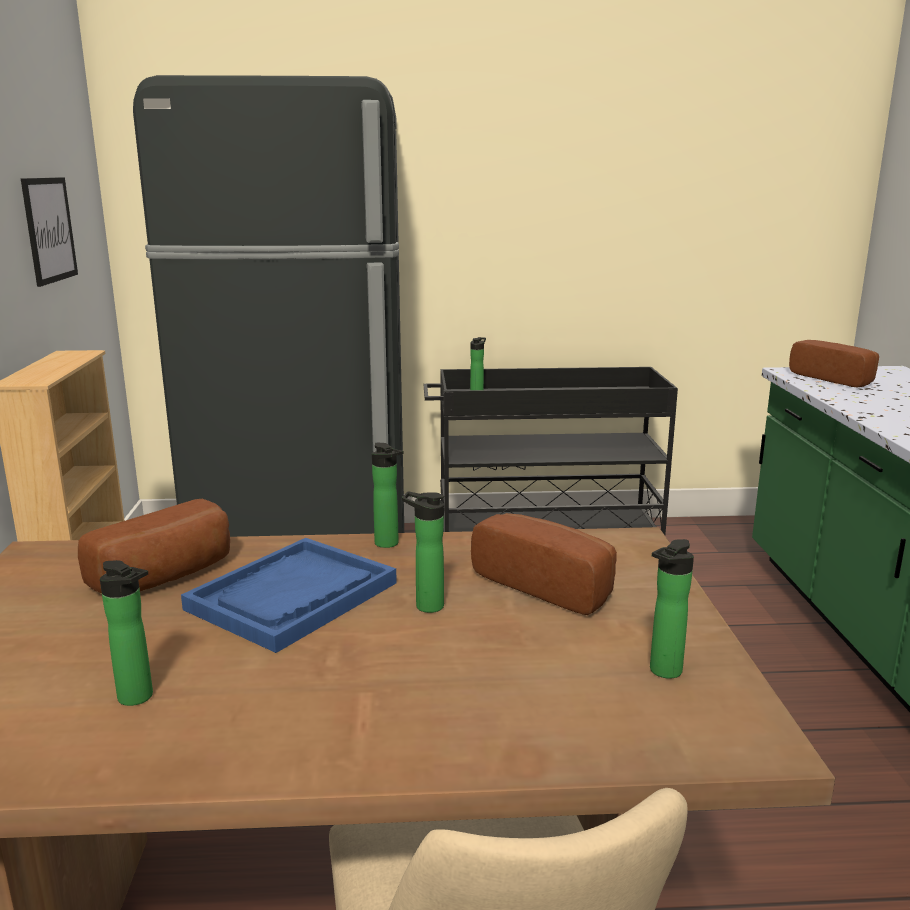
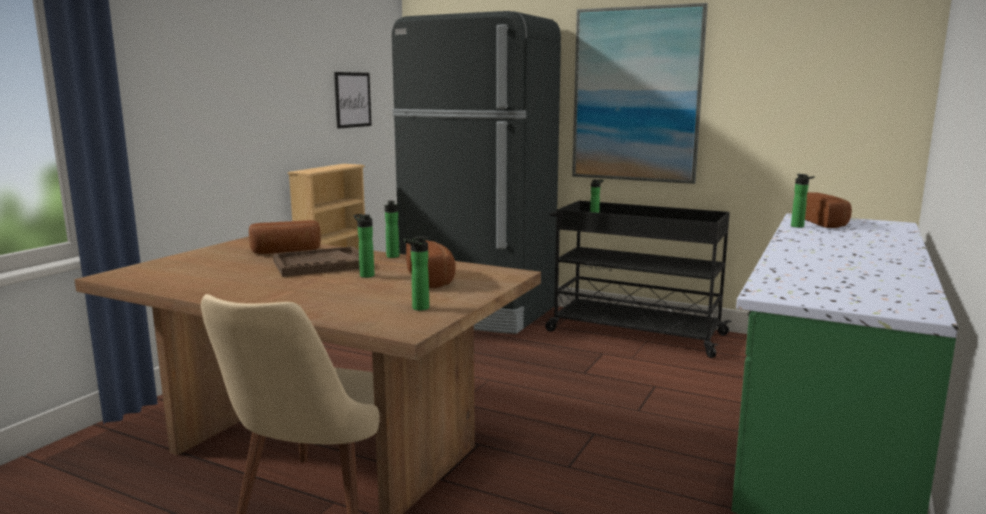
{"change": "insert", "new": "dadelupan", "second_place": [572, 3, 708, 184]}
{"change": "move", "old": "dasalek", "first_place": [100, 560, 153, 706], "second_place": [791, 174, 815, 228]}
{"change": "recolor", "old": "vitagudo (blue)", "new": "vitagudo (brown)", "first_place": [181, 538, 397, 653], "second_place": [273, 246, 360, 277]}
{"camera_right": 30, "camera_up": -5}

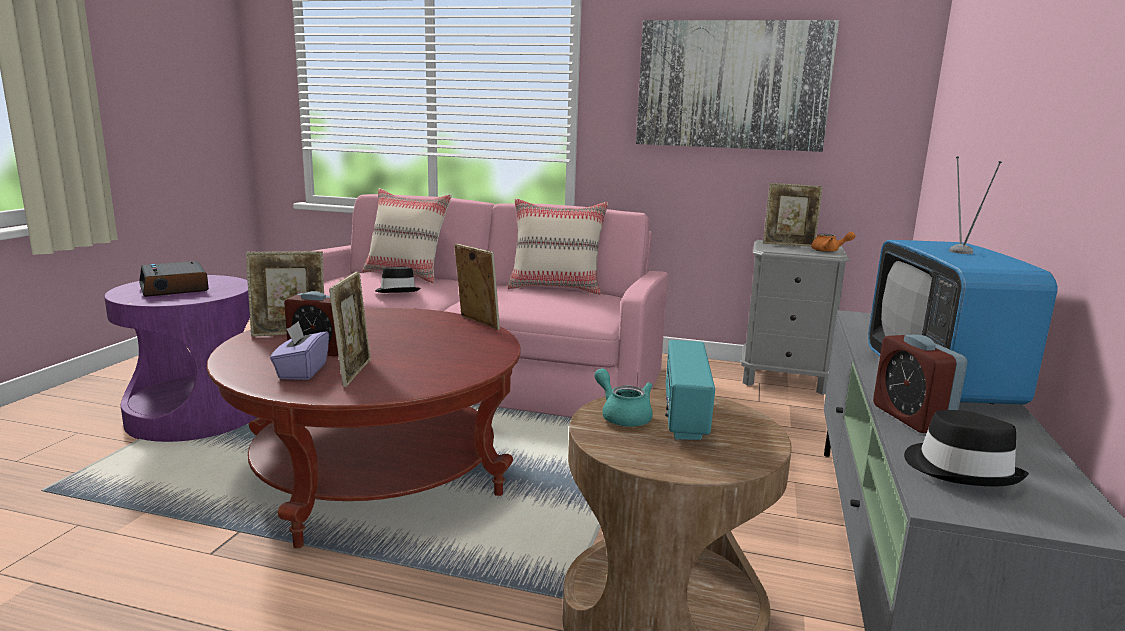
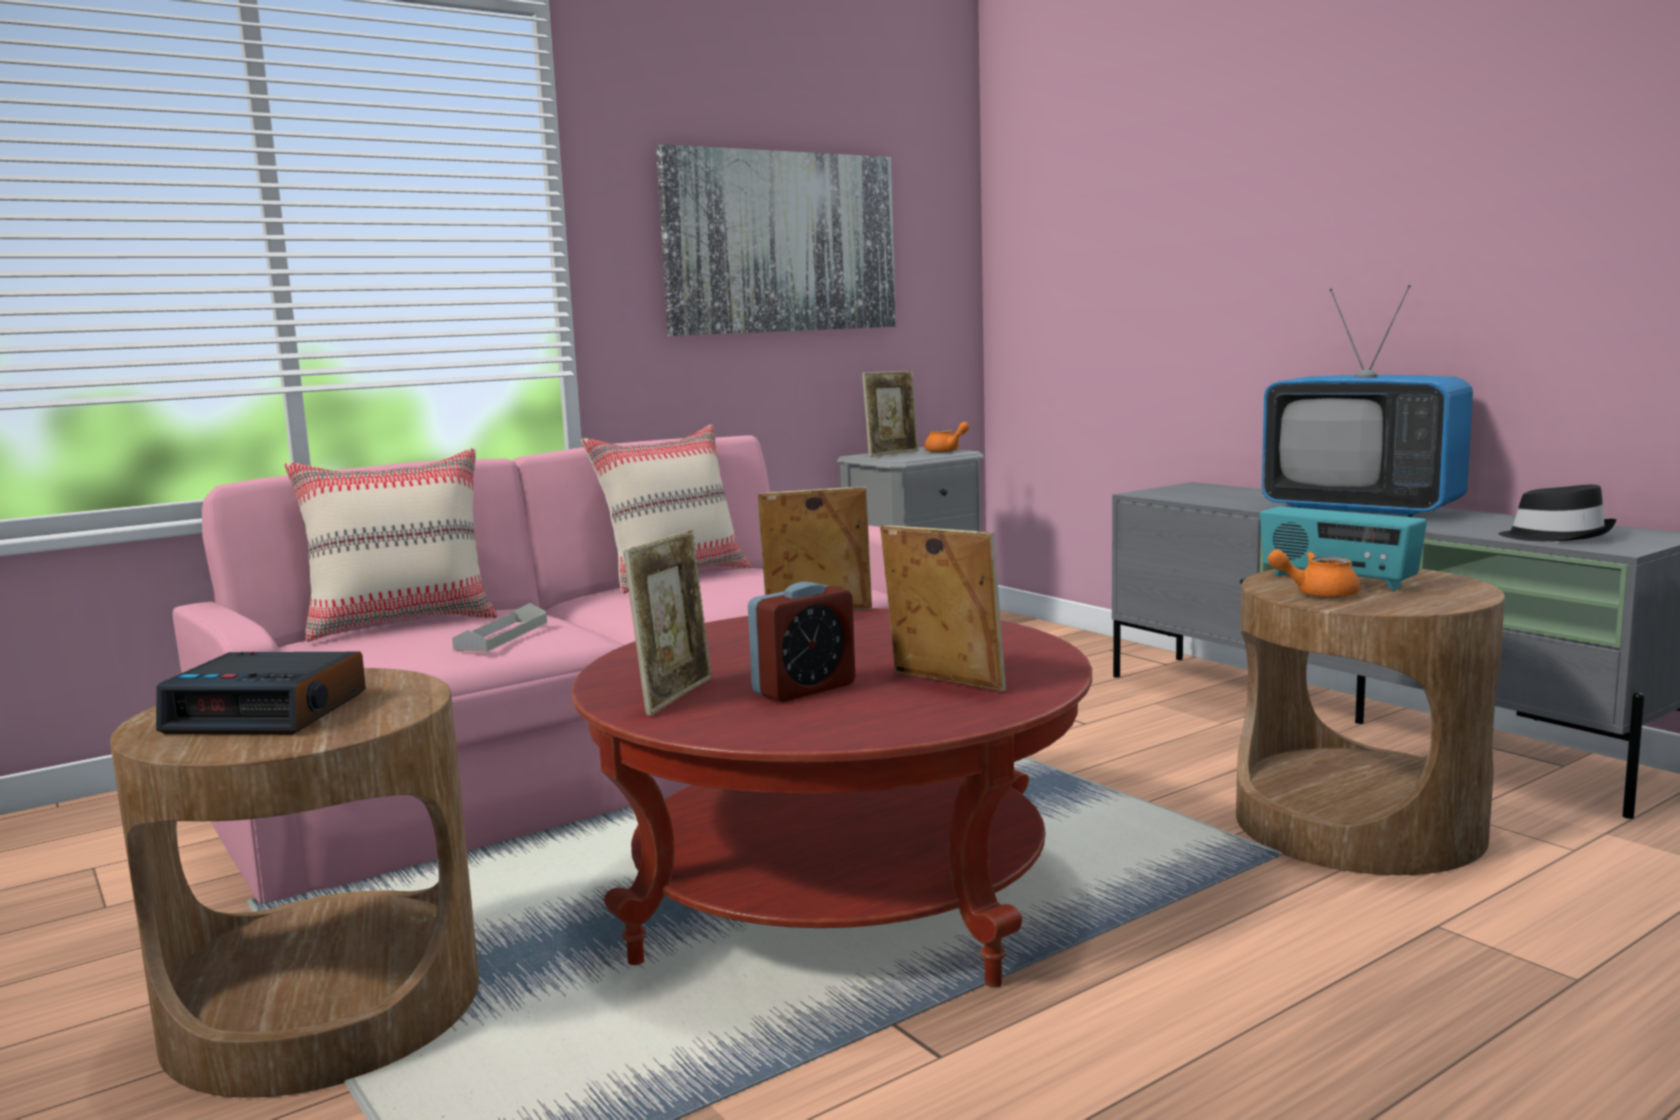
{"change": "delete", "old": "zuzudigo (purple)", "first_place": [270, 321, 329, 380]}
{"change": "delete", "old": "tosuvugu", "first_place": [873, 334, 967, 433]}
{"change": "replace", "old": "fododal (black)", "new": "vitagudo (grey)", "first_place": [375, 267, 420, 293], "second_place": [452, 603, 547, 652]}
{"change": "recolor", "old": "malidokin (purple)", "new": "malidokin (brown)", "first_place": [104, 275, 257, 442], "second_place": [110, 668, 479, 1098]}
{"change": "recolor", "old": "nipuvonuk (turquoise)", "new": "nipuvonuk (orange)", "first_place": [594, 368, 653, 427], "second_place": [1267, 549, 1360, 598]}
{"camera_right": -50, "camera_up": -5}

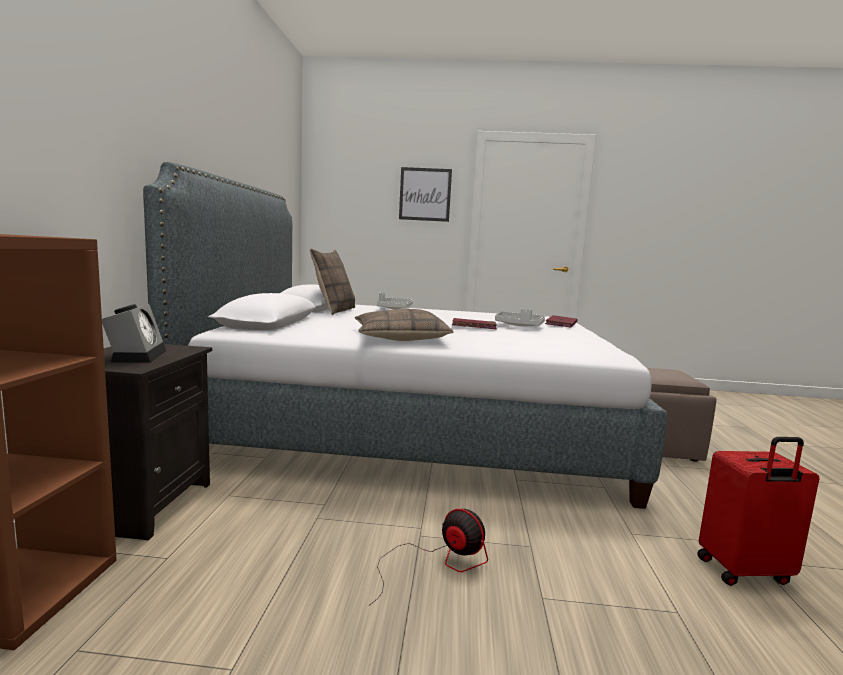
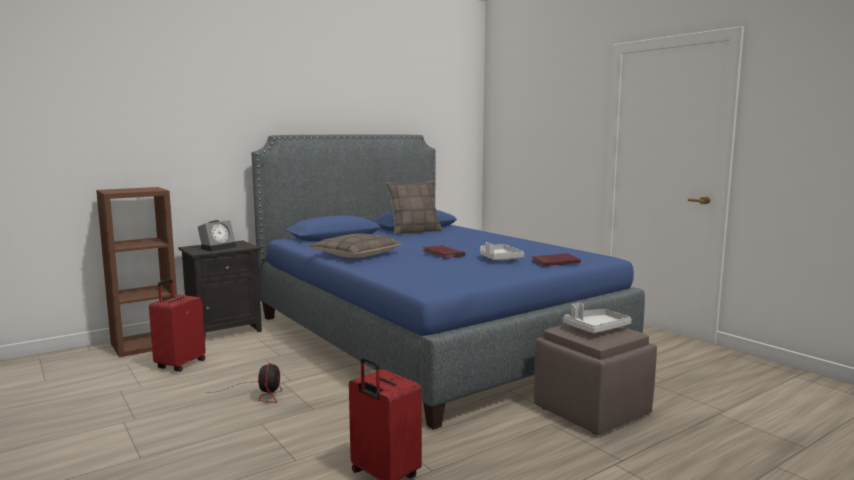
{"change": "delete", "old": "dadelupan", "first_place": [399, 167, 452, 222]}
{"change": "insert", "new": "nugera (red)", "second_place": [149, 279, 206, 372]}
{"change": "move", "old": "vitagudo (grey)", "first_place": [377, 292, 413, 309], "second_place": [563, 303, 631, 333]}
{"change": "recolor", "old": "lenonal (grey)", "new": "lenonal (blue)", "first_place": [143, 162, 667, 509], "second_place": [252, 134, 645, 430]}
{"camera_right": 50, "camera_up": 0}

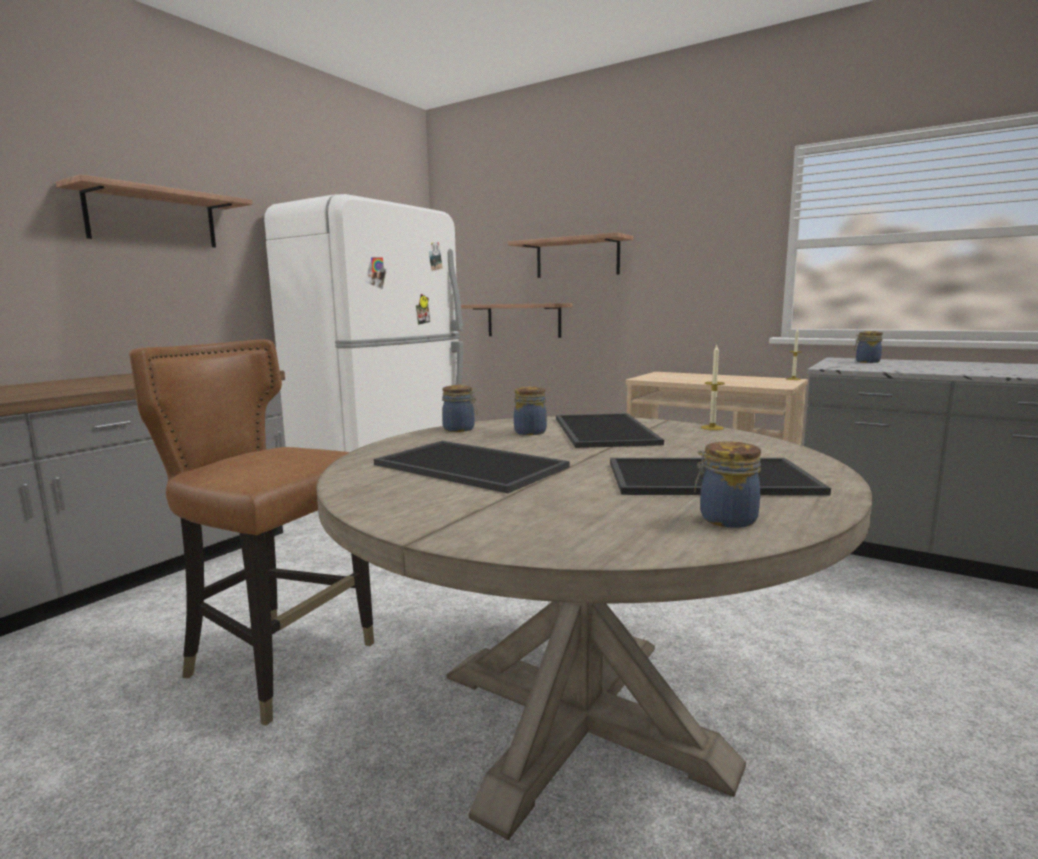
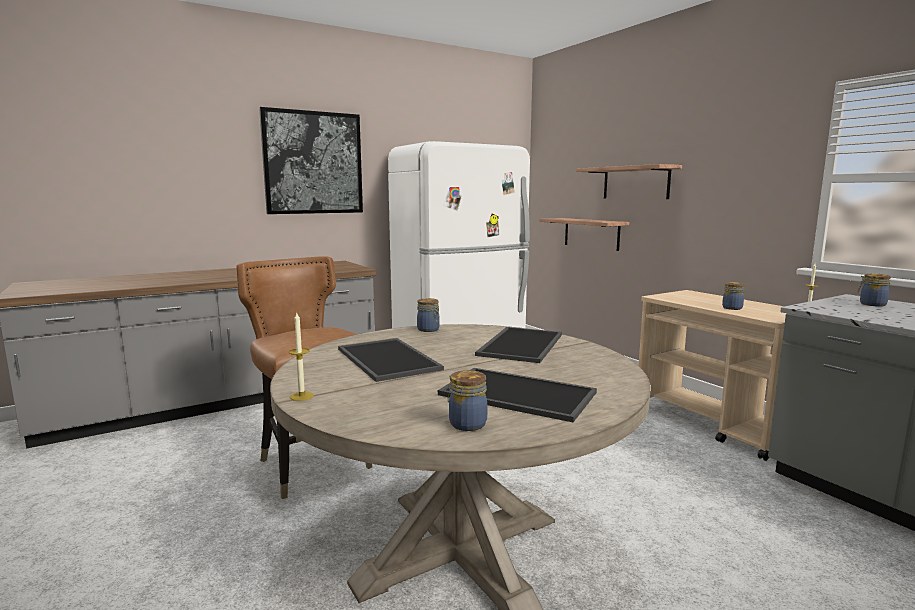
{"change": "move", "old": "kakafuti", "first_place": [514, 386, 547, 435], "second_place": [722, 282, 745, 310]}
{"change": "move", "old": "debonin", "first_place": [701, 345, 725, 430], "second_place": [289, 313, 314, 401]}
{"change": "replace", "old": "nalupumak", "new": "dadelupan", "first_place": [56, 174, 252, 248], "second_place": [259, 107, 363, 214]}
{"camera_right": 25, "camera_up": 0}

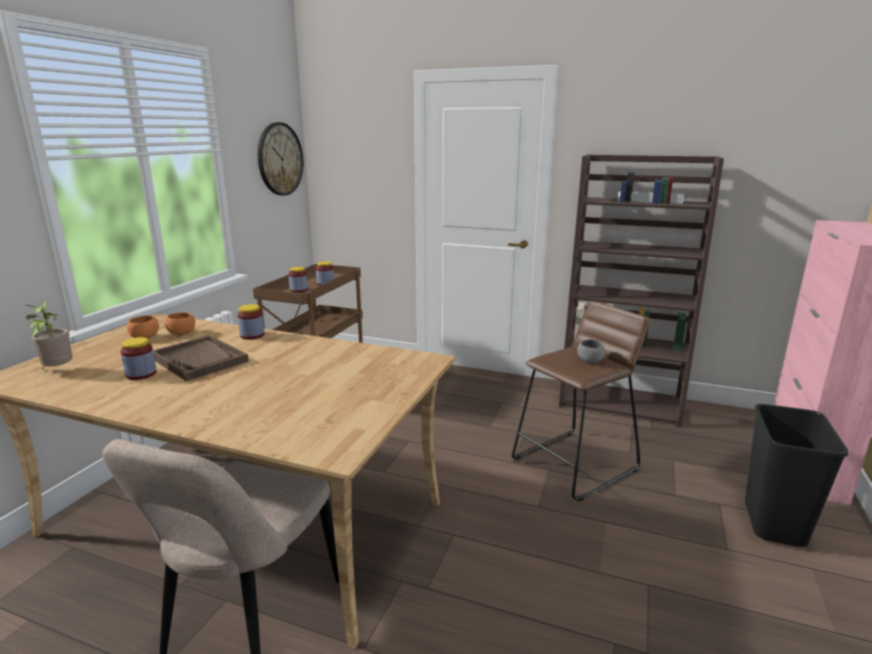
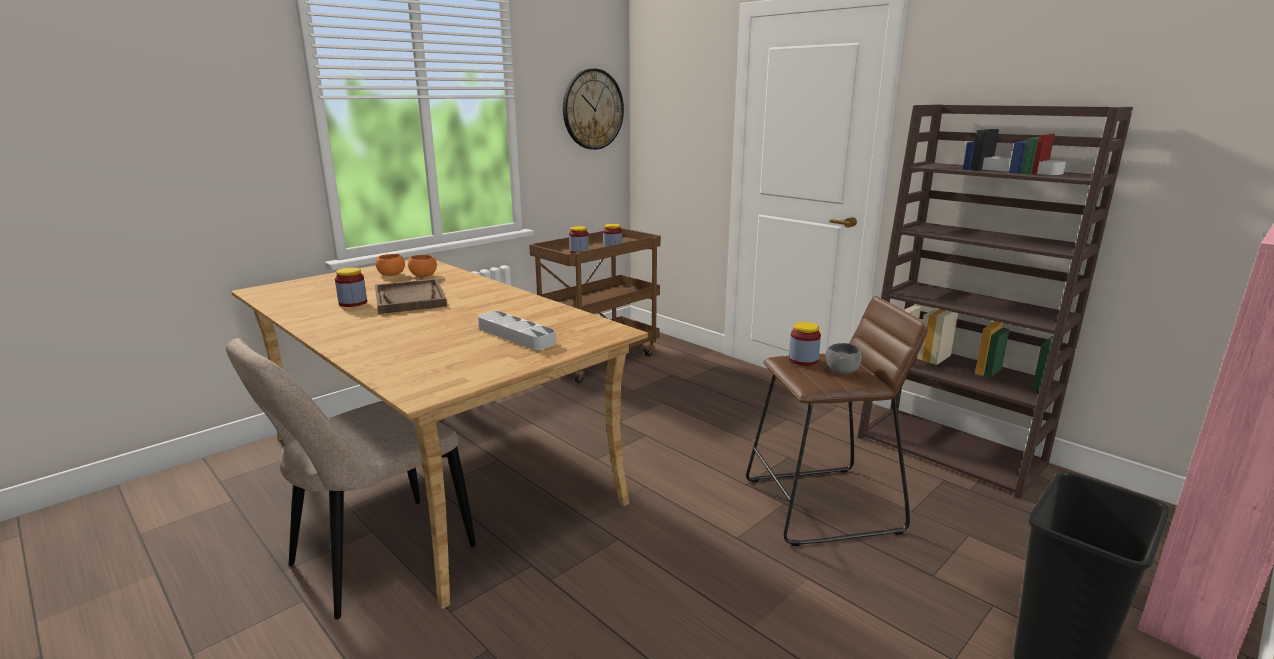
{"change": "delete", "old": "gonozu", "first_place": [26, 301, 73, 369]}
{"change": "insert", "new": "vitagudo (grey)", "second_place": [478, 311, 556, 350]}
{"change": "move", "old": "kakafuti", "first_place": [237, 304, 265, 340], "second_place": [789, 322, 821, 366]}
{"camera_right": 25, "camera_up": 0}

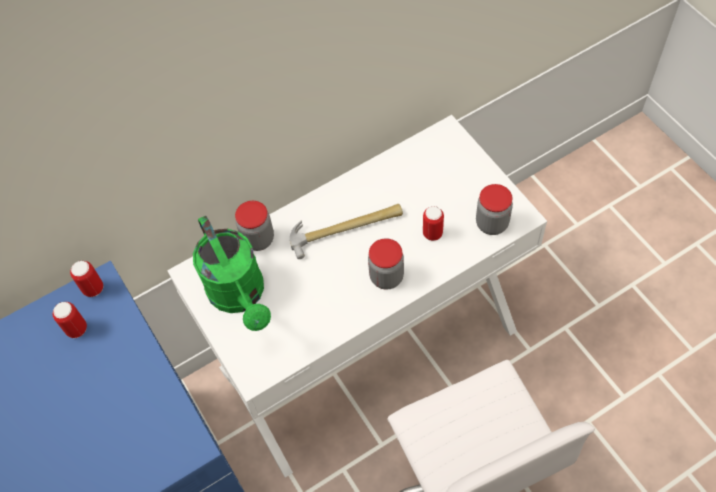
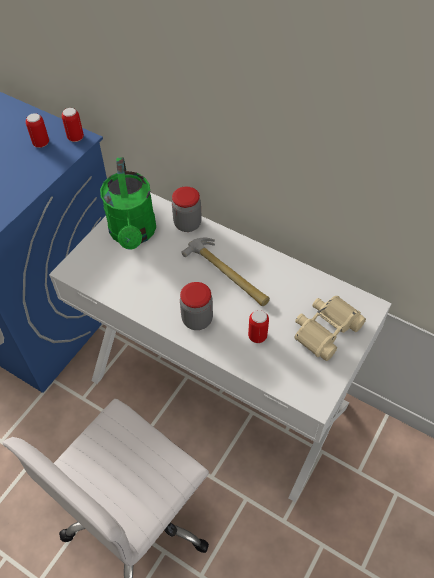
{"change": "delete", "old": "kakafuti", "first_place": [476, 184, 513, 235]}
{"change": "insert", "new": "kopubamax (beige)", "second_place": [294, 296, 366, 361]}
{"change": "rotate", "old": "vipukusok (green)", "first_place": [193, 216, 271, 331], "second_place": [100, 157, 156, 250], "degrees": -45}
{"camera_right": 60, "camera_up": -5}

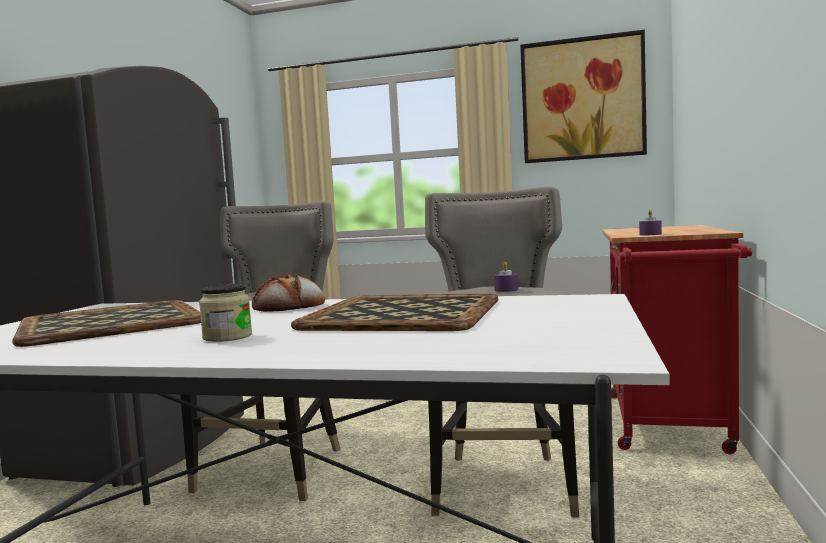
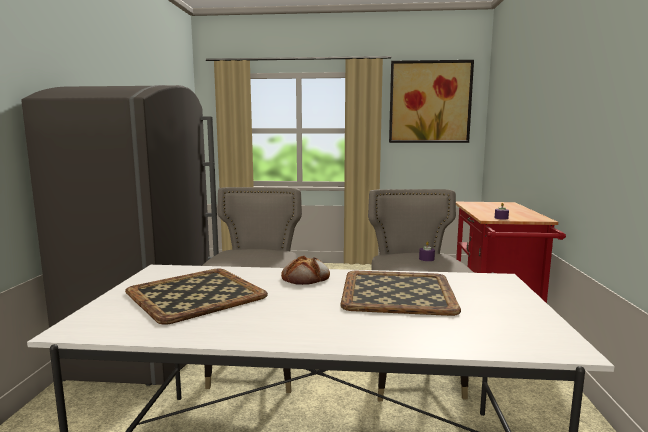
{"change": "delete", "old": "kakafuti", "first_place": [199, 284, 252, 342]}
{"camera_right": -10, "camera_up": 5}

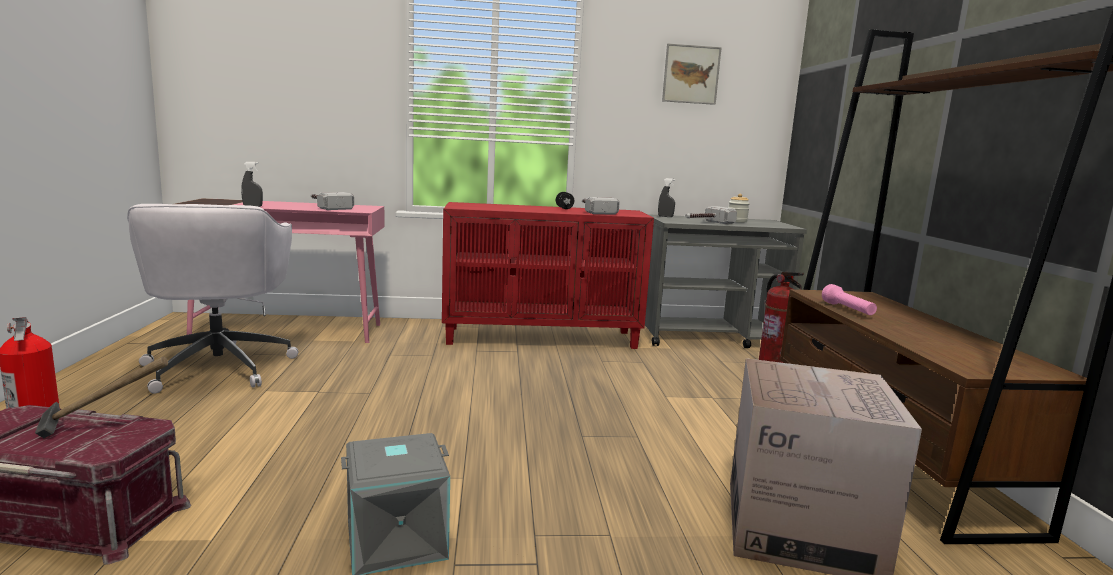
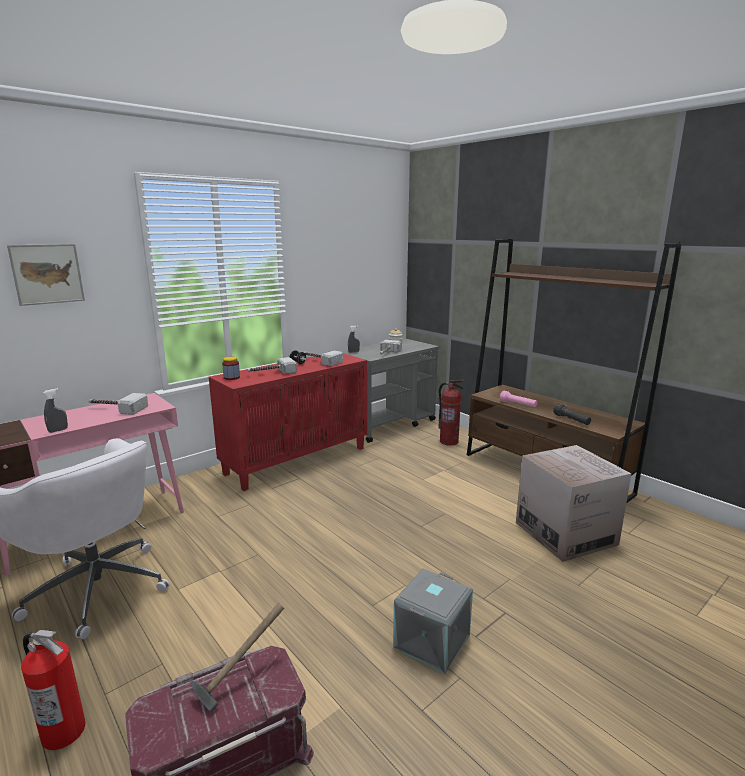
{"change": "insert", "new": "kakafuti", "second_place": [222, 357, 240, 380]}
{"change": "insert", "new": "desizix", "second_place": [247, 357, 297, 374]}
{"change": "insert", "new": "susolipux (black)", "second_place": [553, 403, 591, 425]}
{"change": "move", "old": "dadelupan", "first_place": [662, 43, 722, 105], "second_place": [7, 244, 85, 306]}
{"camera_right": -35, "camera_up": 5}

